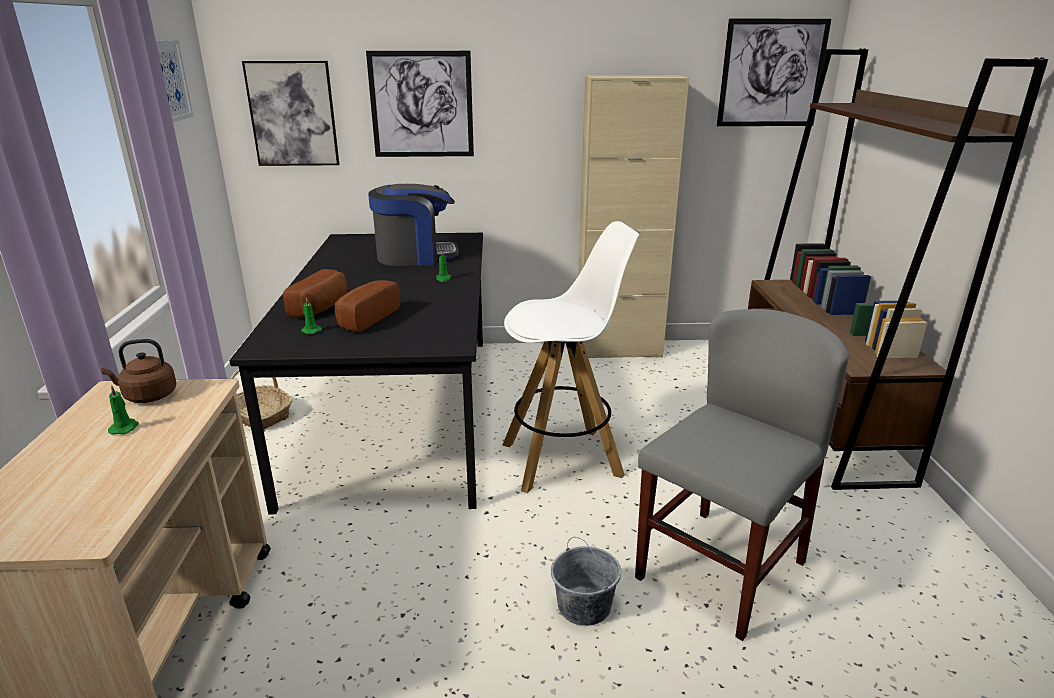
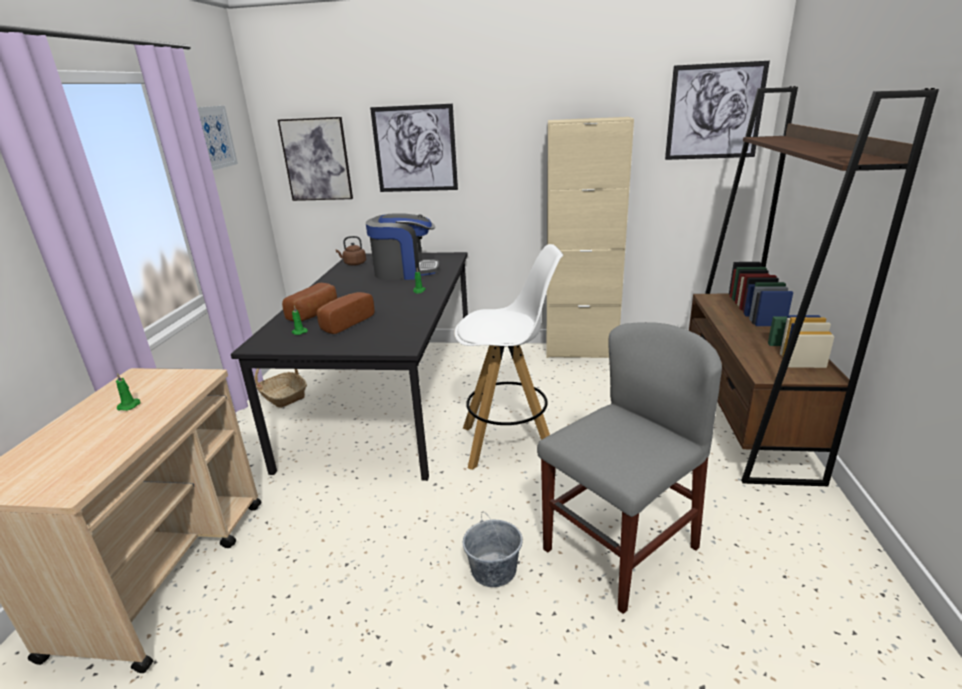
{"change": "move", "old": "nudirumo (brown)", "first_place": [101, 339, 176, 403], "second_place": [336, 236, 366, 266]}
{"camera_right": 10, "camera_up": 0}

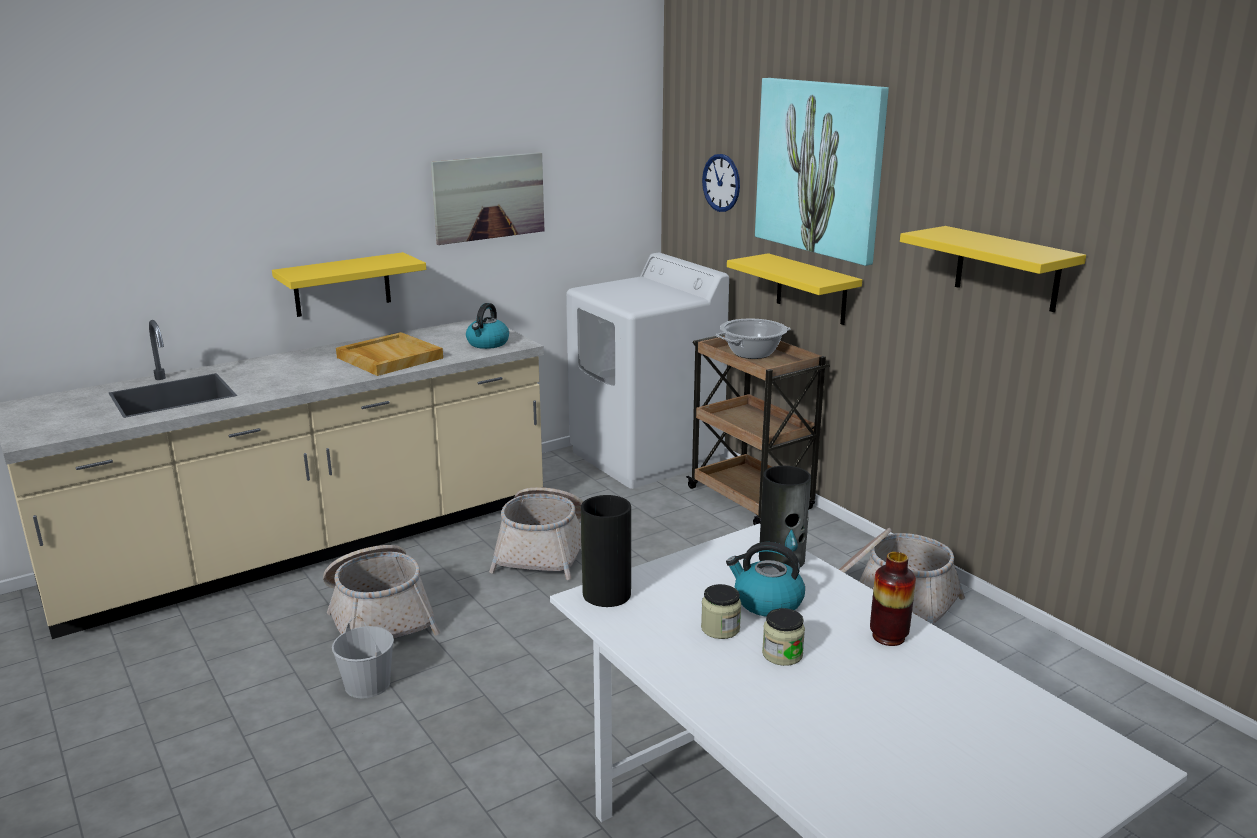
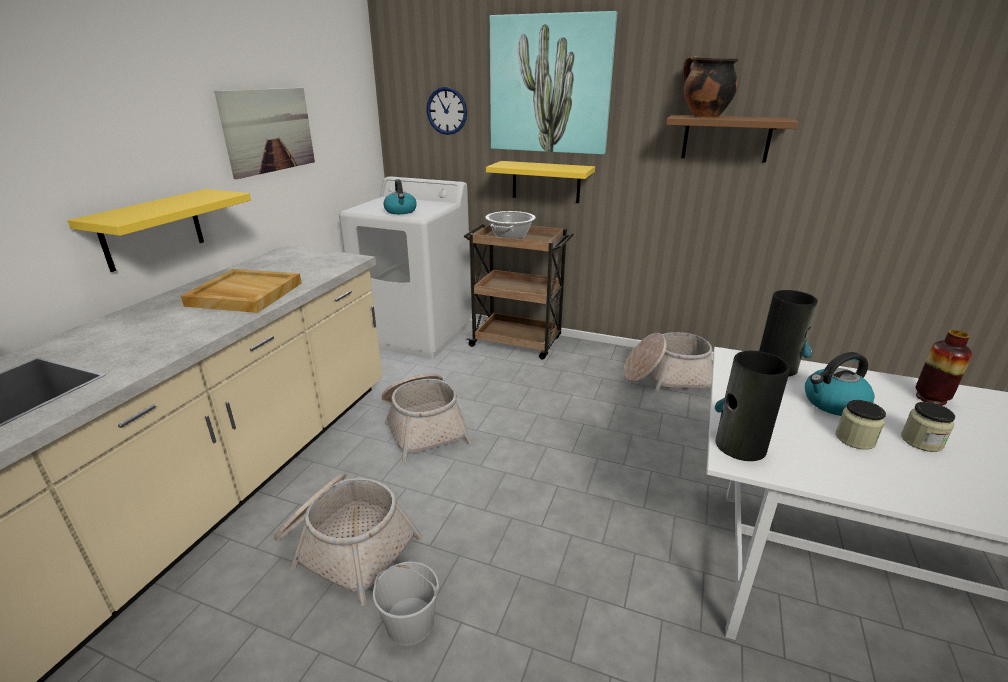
{"change": "insert", "new": "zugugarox", "second_place": [683, 56, 738, 118]}
{"change": "move", "old": "nudirumo", "first_place": [466, 303, 509, 349], "second_place": [383, 179, 417, 214]}
{"change": "recolor", "old": "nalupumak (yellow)", "new": "nalupumak (brown)", "first_place": [900, 226, 1086, 312], "second_place": [666, 115, 798, 163]}
{"camera_right": -35, "camera_up": 5}

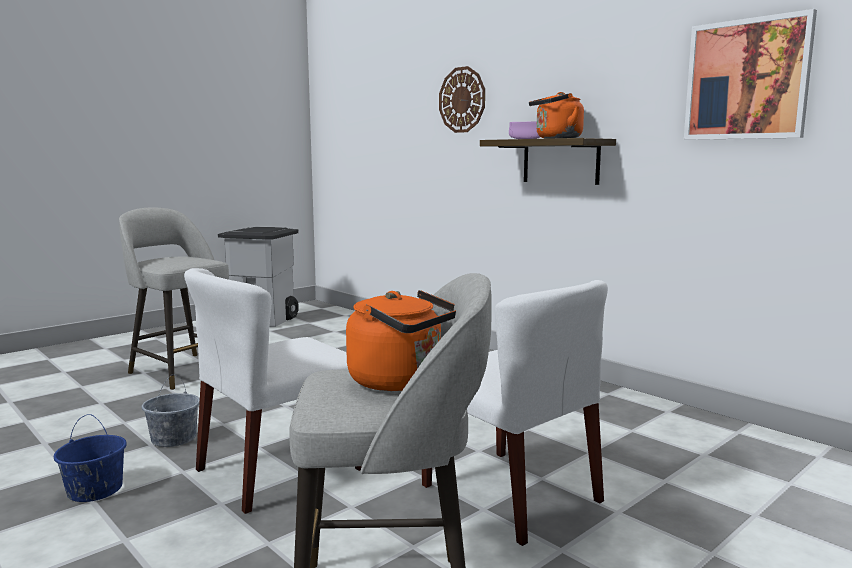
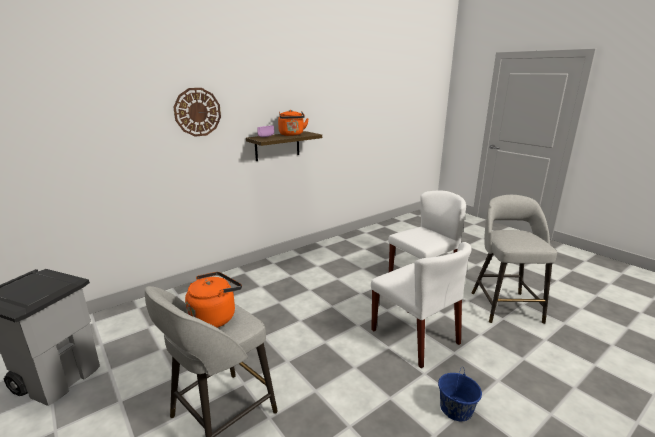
{"change": "delete", "old": "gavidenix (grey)", "first_place": [142, 374, 200, 447]}
{"change": "delete", "old": "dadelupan", "first_place": [684, 9, 817, 140]}
{"change": "move", "old": "nudirumo (orange)", "first_place": [346, 290, 456, 391], "second_place": [185, 272, 242, 328]}
{"camera_right": -85, "camera_up": 10}

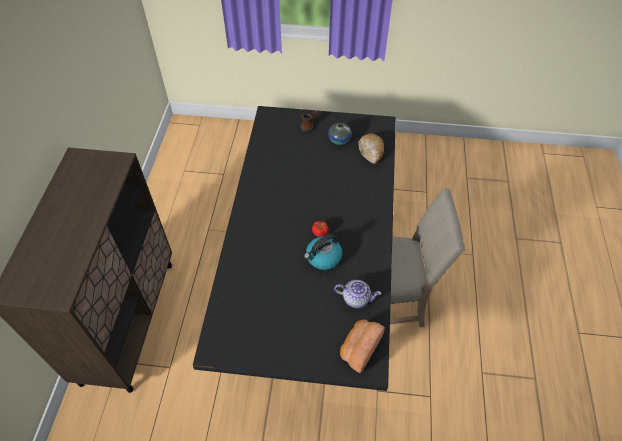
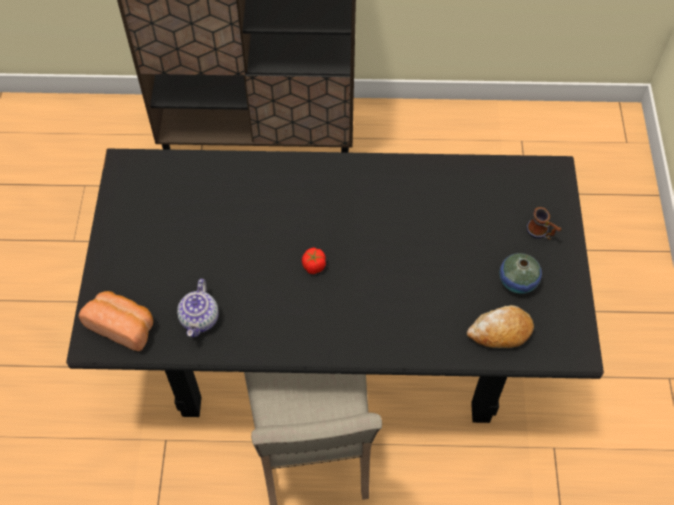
{"change": "delete", "old": "nudirumo", "first_place": [304, 234, 342, 270]}
{"camera_right": 85, "camera_up": 5}

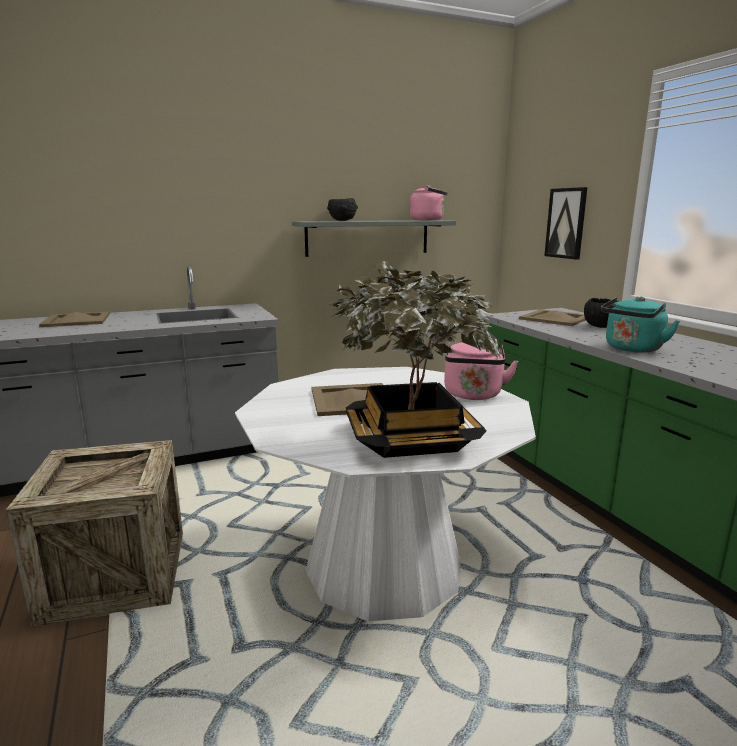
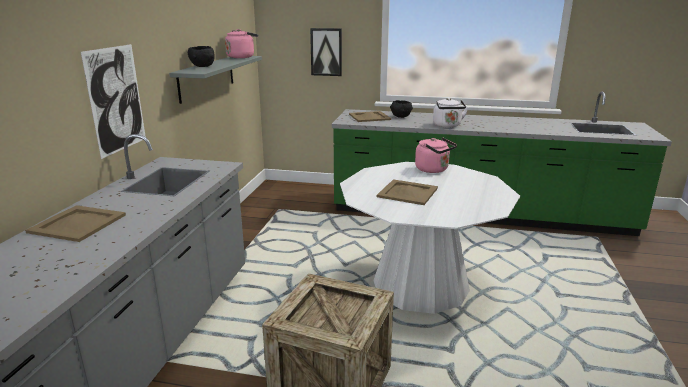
{"change": "delete", "old": "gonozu", "first_place": [328, 261, 501, 458]}
{"change": "insert", "new": "dadelupan", "second_place": [81, 44, 146, 159]}
{"change": "recolor", "old": "nudirumo (turquoise)", "new": "nudirumo (white)", "first_place": [601, 296, 680, 352], "second_place": [433, 98, 468, 128]}
{"camera_right": -55, "camera_up": 5}

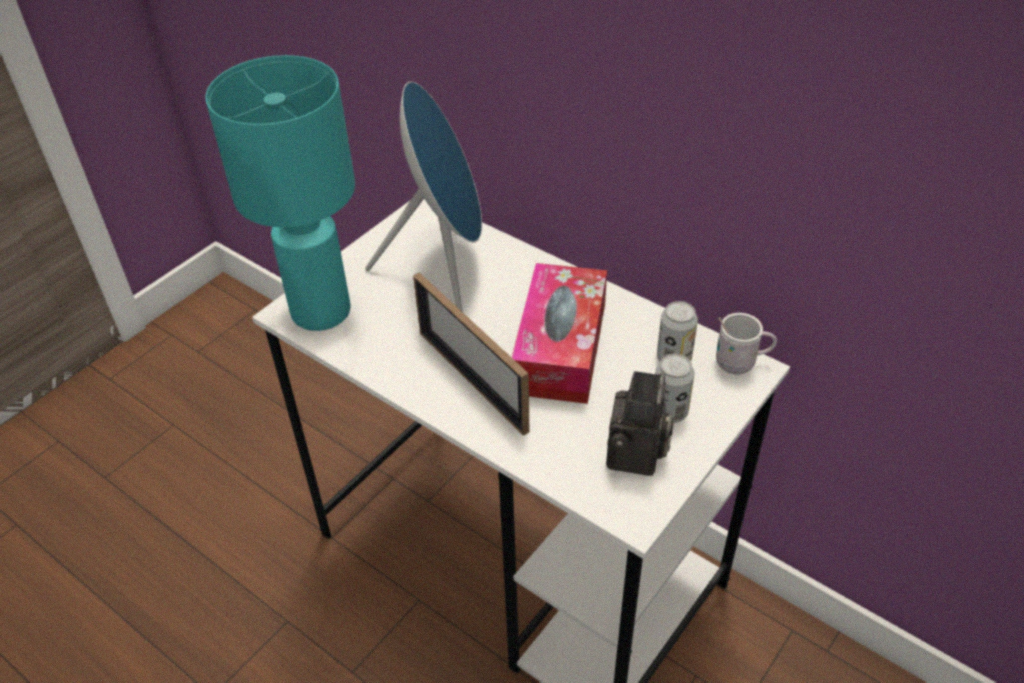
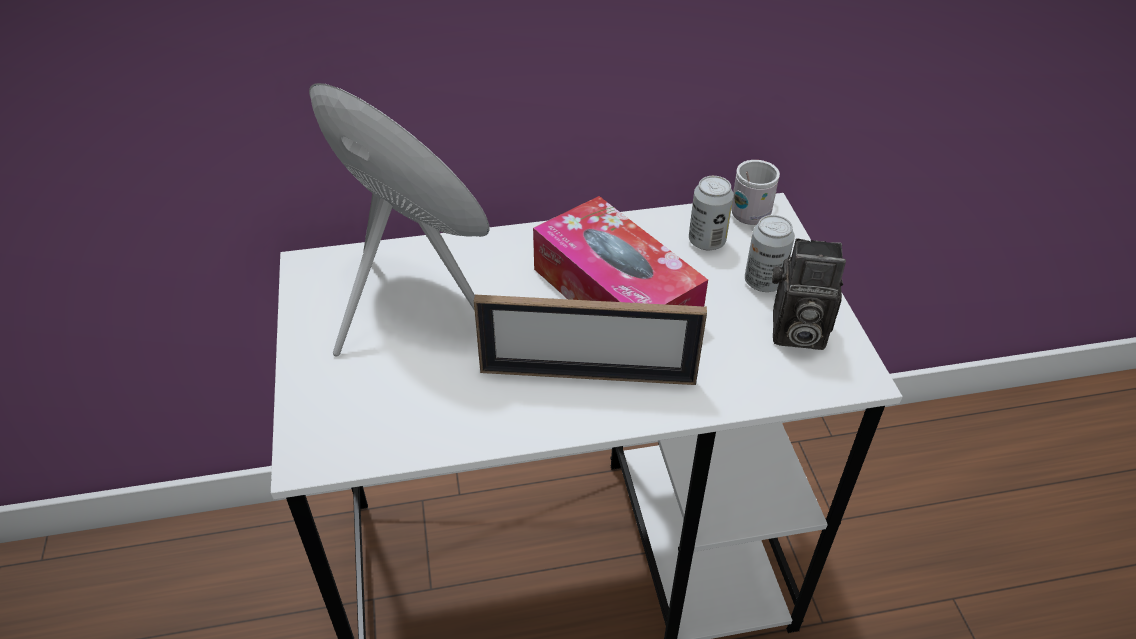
{"change": "delete", "old": "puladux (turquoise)", "first_place": [205, 55, 355, 331]}
{"change": "rotate", "old": "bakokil", "first_place": [606, 371, 674, 476], "second_place": [772, 238, 846, 350], "degrees": 135}
{"camera_right": -50, "camera_up": 0}

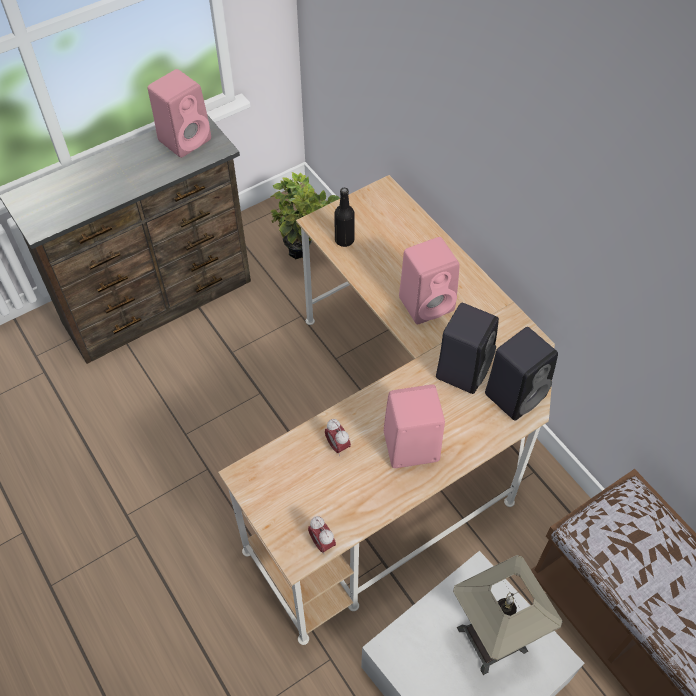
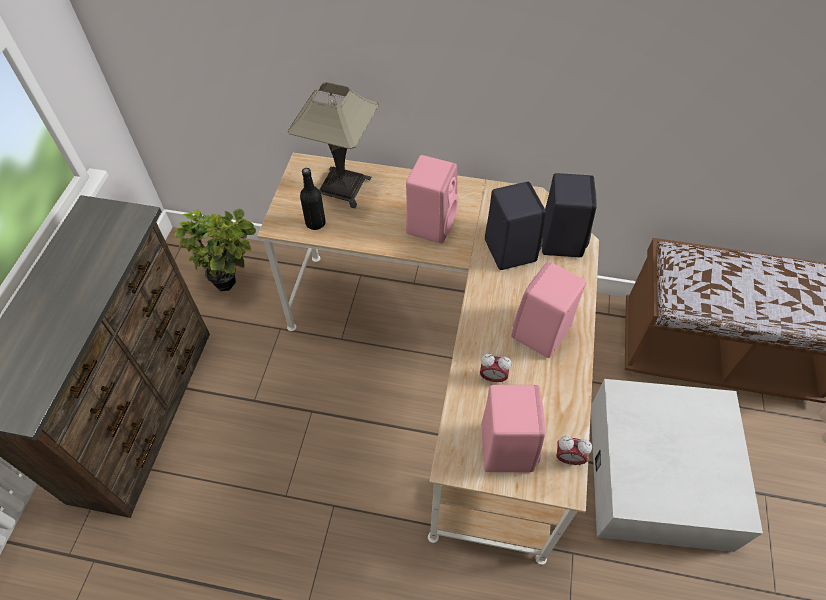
{"change": "move", "old": "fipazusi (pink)", "first_place": [148, 69, 211, 158], "second_place": [481, 385, 545, 472]}
{"change": "move", "old": "puladux", "first_place": [453, 555, 563, 675], "second_place": [288, 82, 379, 209]}
{"camera_right": -45, "camera_up": 0}

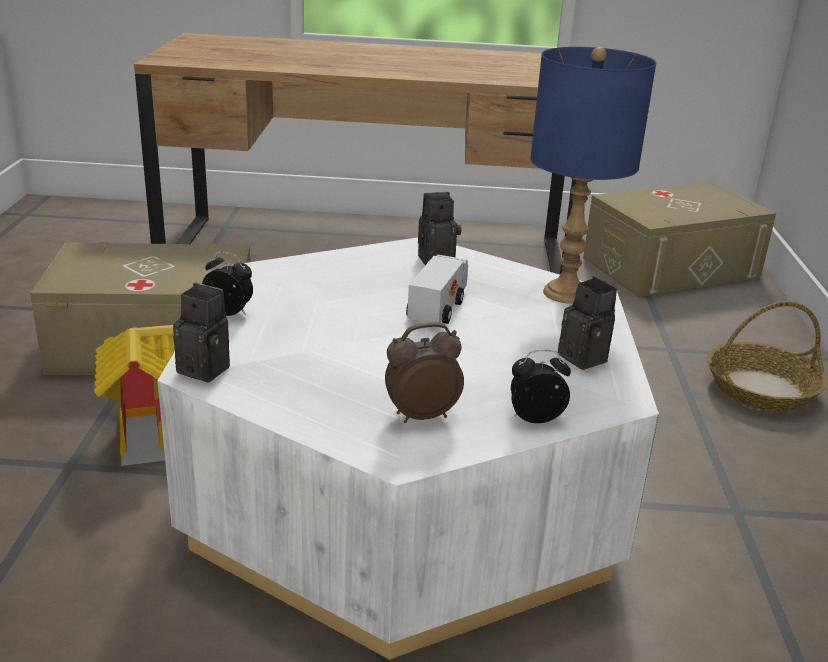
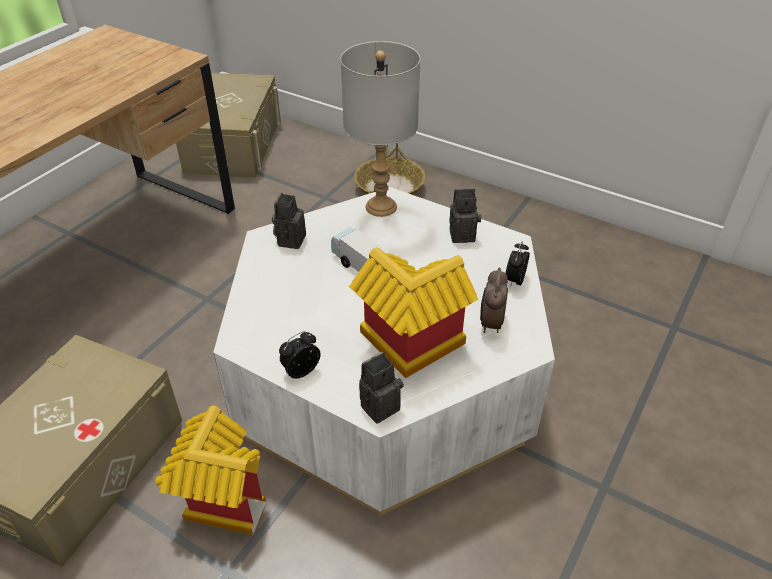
{"change": "insert", "new": "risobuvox", "second_place": [349, 247, 479, 378]}
{"change": "recolor", "old": "puladux (blue)", "new": "puladux (grey)", "first_place": [530, 47, 656, 304], "second_place": [341, 41, 420, 217]}
{"camera_right": -60, "camera_up": 15}

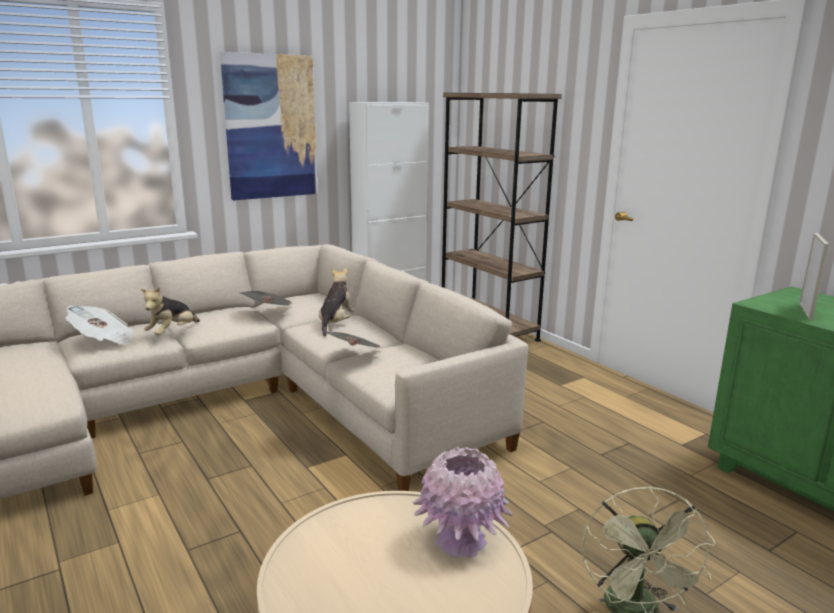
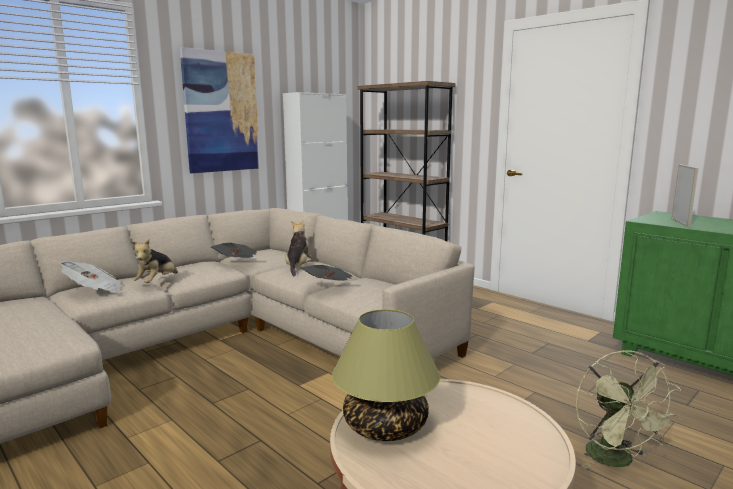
{"change": "delete", "old": "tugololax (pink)", "first_place": [413, 447, 513, 558]}
{"change": "insert", "new": "puladux", "second_place": [332, 309, 440, 441]}
{"camera_right": -10, "camera_up": -5}

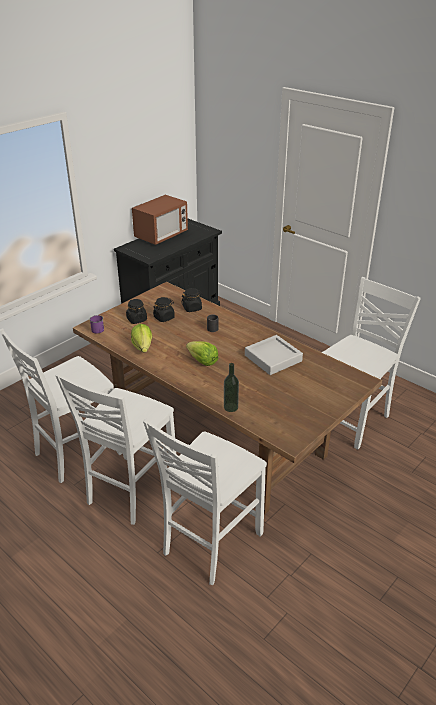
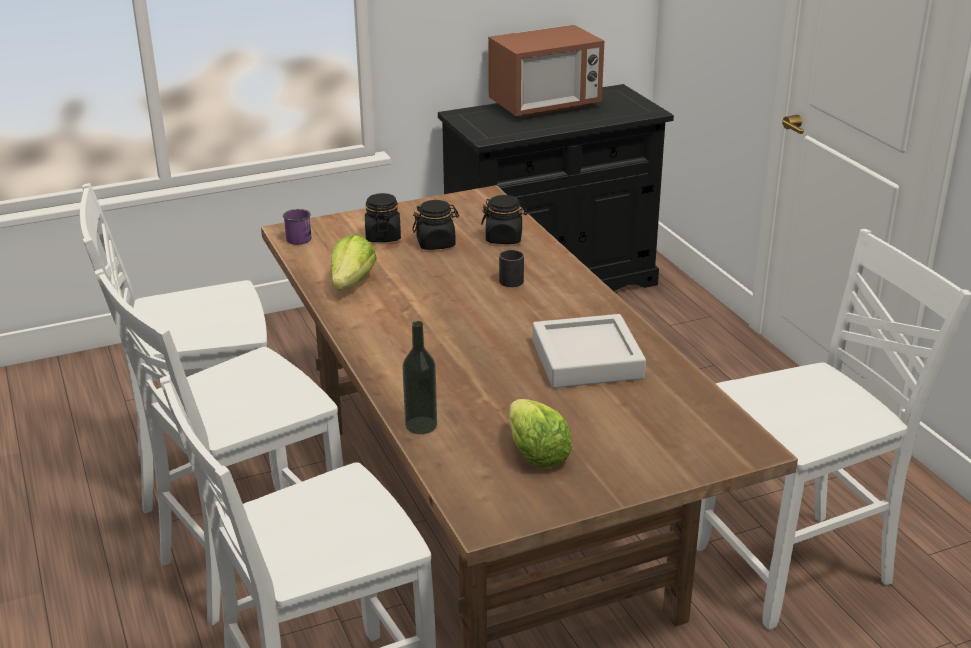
{"change": "move", "old": "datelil", "first_place": [186, 341, 218, 366], "second_place": [509, 399, 572, 467]}
{"camera_right": 25, "camera_up": -5}

